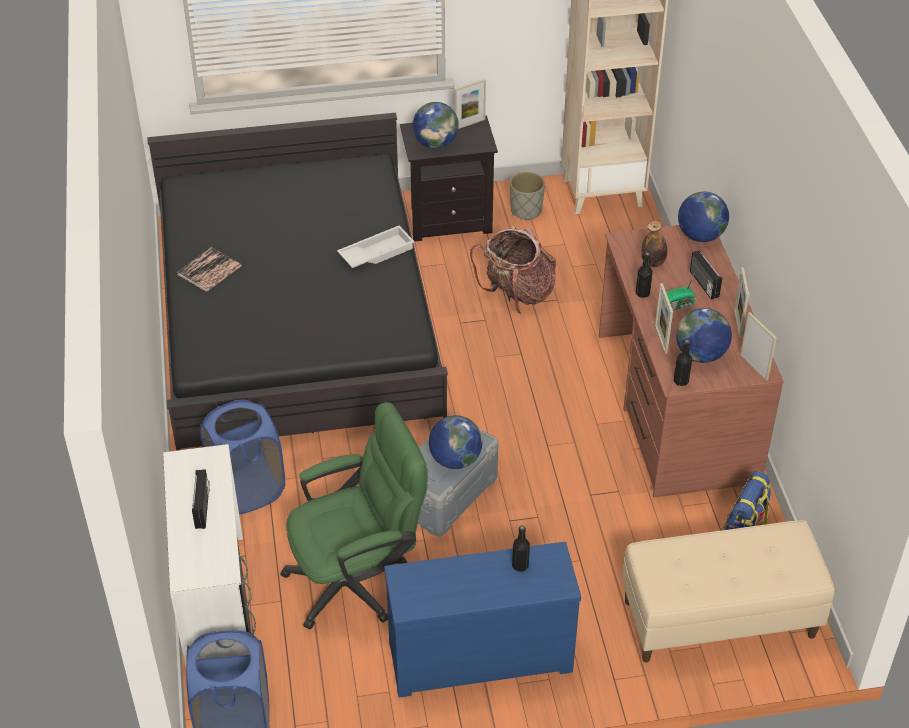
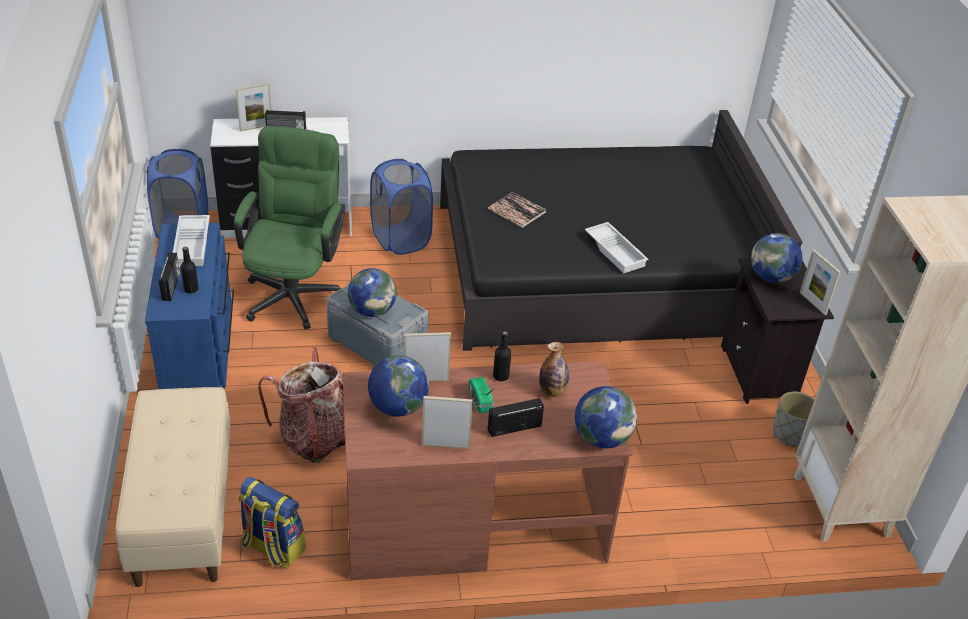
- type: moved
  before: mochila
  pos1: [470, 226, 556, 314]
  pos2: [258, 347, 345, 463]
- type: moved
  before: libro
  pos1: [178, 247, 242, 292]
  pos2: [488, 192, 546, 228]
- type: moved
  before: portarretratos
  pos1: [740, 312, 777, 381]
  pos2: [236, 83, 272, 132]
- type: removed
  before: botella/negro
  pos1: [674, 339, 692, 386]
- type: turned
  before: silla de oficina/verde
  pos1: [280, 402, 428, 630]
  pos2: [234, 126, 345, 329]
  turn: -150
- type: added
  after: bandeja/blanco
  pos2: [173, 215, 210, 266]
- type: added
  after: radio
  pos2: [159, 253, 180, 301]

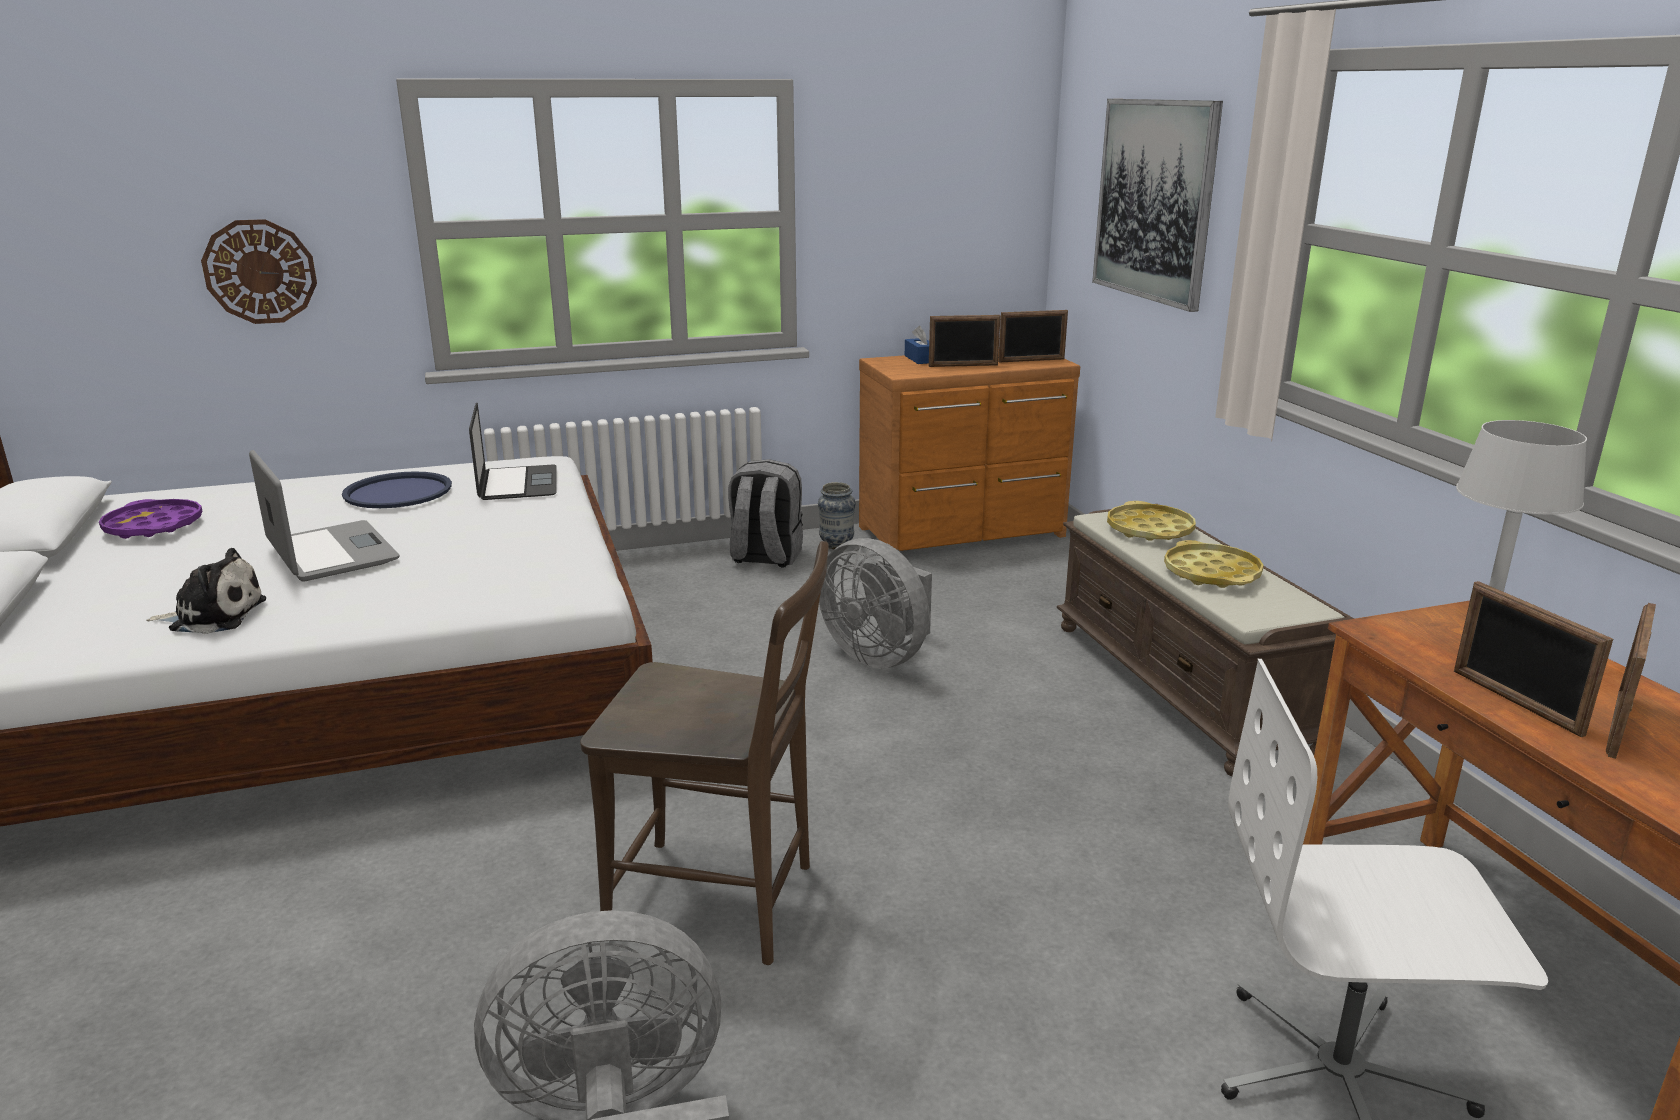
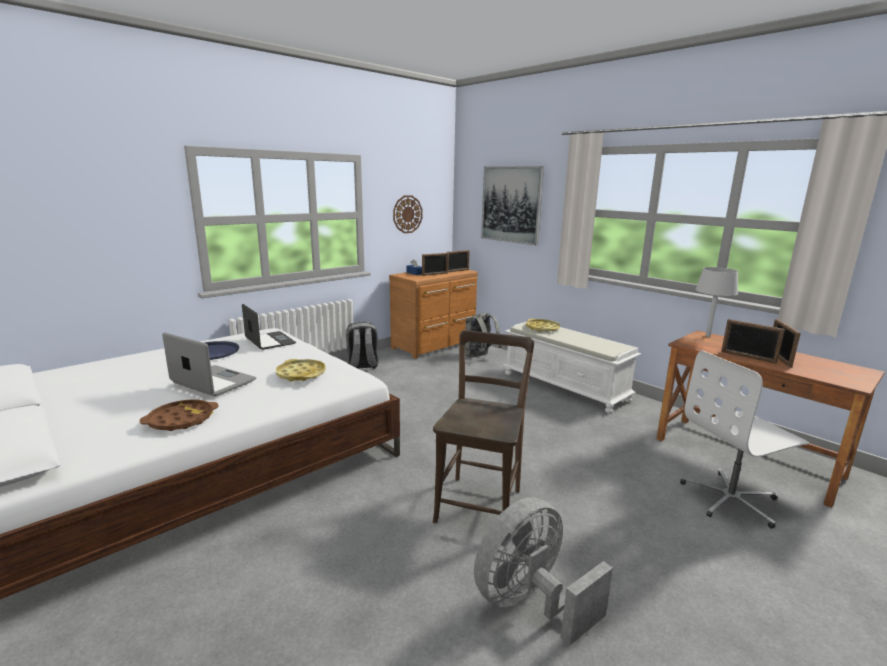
- type: moved
  before: reloj de pared
  pos1: [201, 219, 317, 324]
  pos2: [393, 195, 422, 233]
- type: removed
  before: florero
  pos1: [818, 482, 856, 549]
- type: removed
  before: bandeja/morado
  pos1: [99, 499, 202, 539]
- type: recoloured
  before: banco/marrón
  after: banco/blanco
  pos1: [1057, 504, 1354, 776]
  pos2: [503, 322, 641, 414]
- type: removed
  before: ventilador/gris
  pos1: [819, 538, 932, 669]
- type: moved
  before: bandeja/amarillo
  pos1: [1164, 540, 1264, 588]
  pos2: [276, 359, 326, 382]
- type: turned
  before: silla/marrón
  pos1: [580, 541, 829, 965]
  pos2: [433, 330, 534, 523]
  turn: -60
- type: replaced
  before: peluche
  after: bandeja/marrón
  pos1: [147, 548, 266, 634]
  pos2: [140, 399, 219, 431]
- type: added
  after: mochila/gris
  pos2: [465, 313, 502, 358]

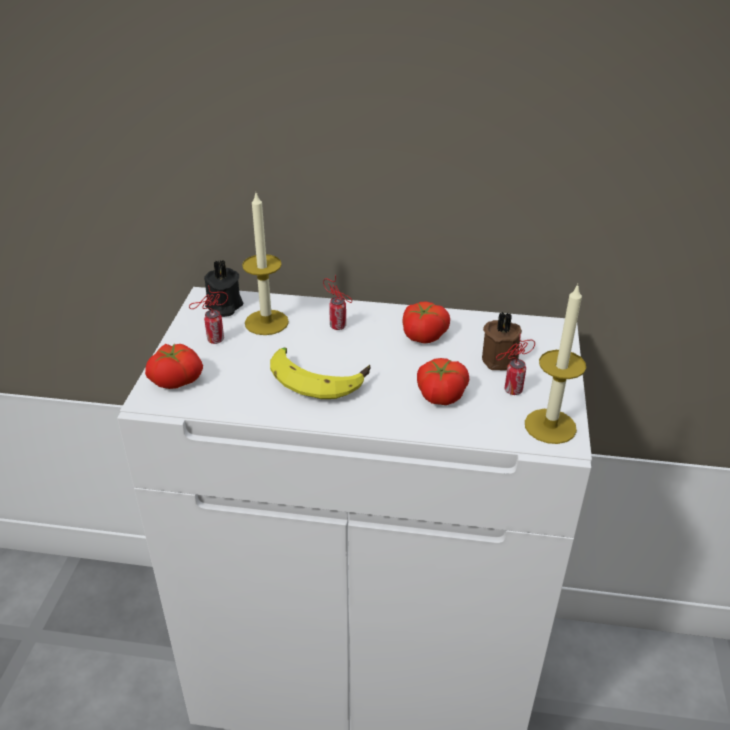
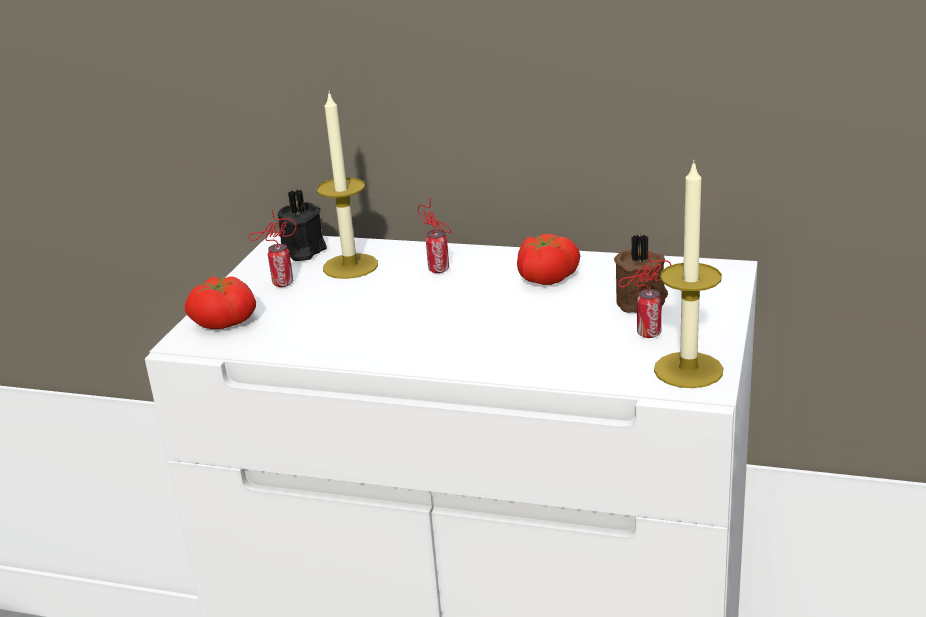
- type: removed
  before: plátano
  pos1: [270, 347, 371, 399]
- type: removed
  before: tomate
  pos1: [417, 358, 469, 405]

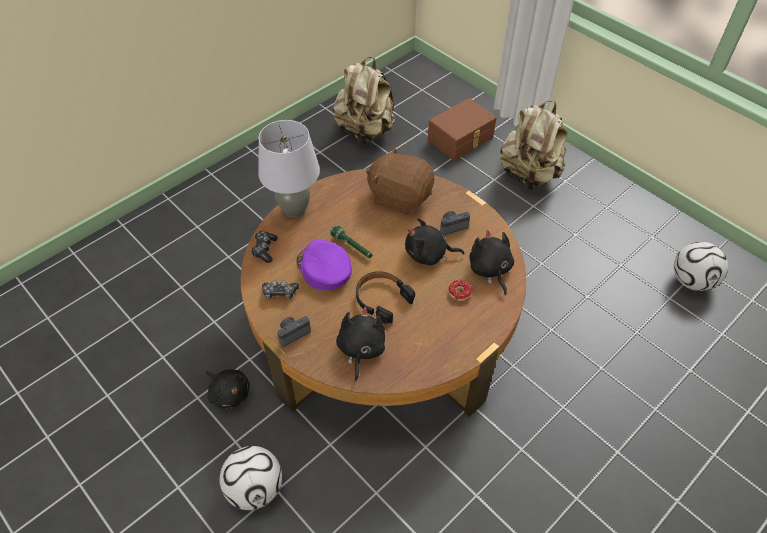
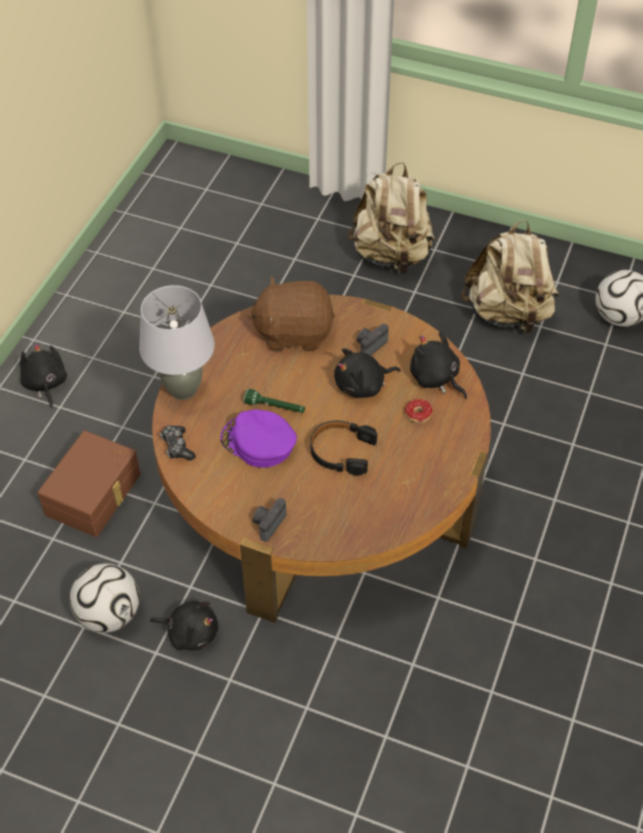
- type: moved
  before: mochila/beis
  pos1: [333, 57, 395, 144]
  pos2: [461, 220, 559, 336]
- type: moved
  before: caja de almacenaje/marrón
  pos1: [428, 98, 496, 161]
  pos2: [38, 431, 140, 537]
- type: removed
  before: mando de consola
  pos1: [262, 281, 299, 300]
- type: moved
  before: peluche/negro
  pos1: [336, 307, 385, 381]
  pos2: [20, 343, 67, 408]
- type: moved
  before: balón de fútbol
  pos1: [220, 446, 282, 510]
  pos2: [70, 563, 139, 633]

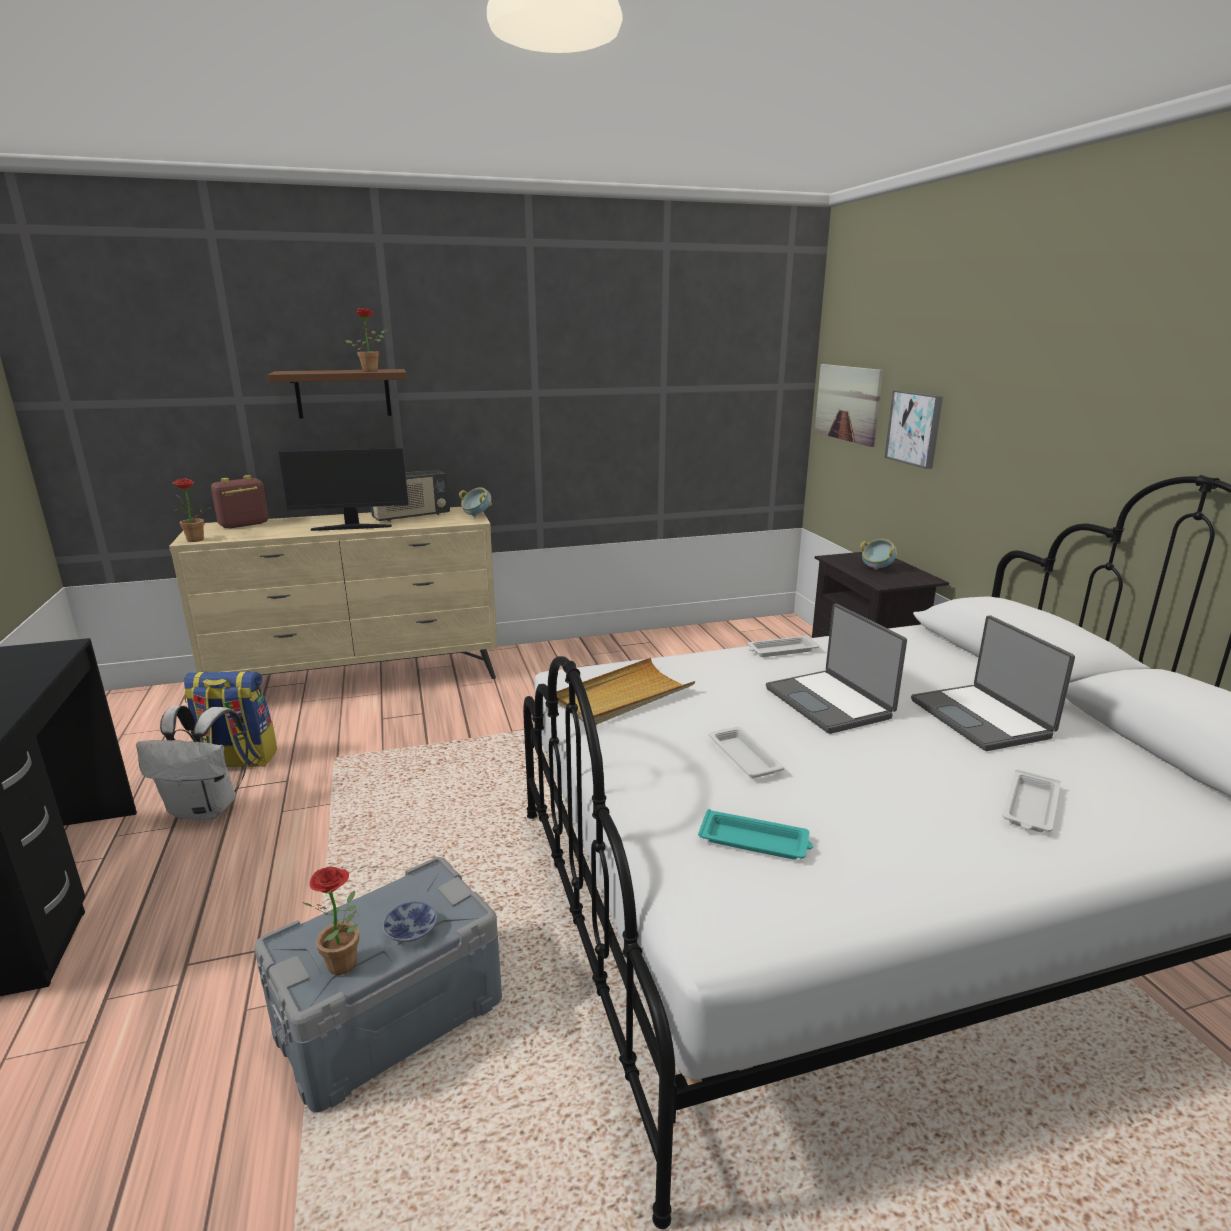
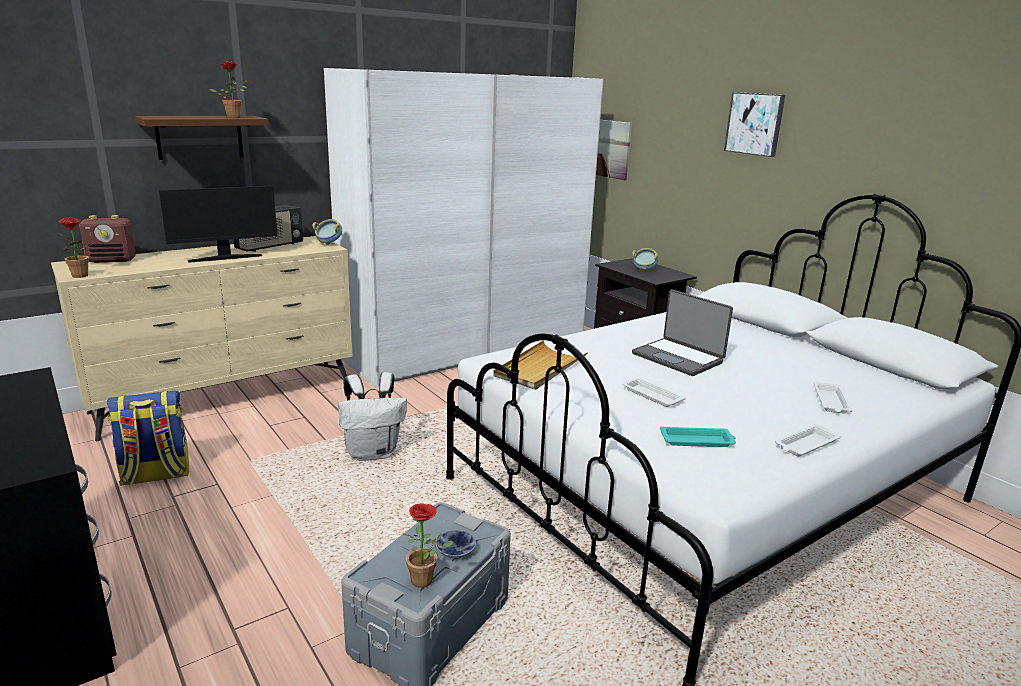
- type: moved
  before: cuadro
  pos1: [885, 390, 943, 469]
  pos2: [724, 92, 785, 157]
- type: turned
  before: radio
  pos1: [211, 475, 268, 529]
  pos2: [80, 215, 136, 263]
  turn: -135
- type: removed
  before: portátil
  pos1: [911, 615, 1075, 751]
- type: moved
  before: bandeja/blanco
  pos1: [747, 635, 820, 657]
  pos2: [775, 424, 841, 456]
- type: moved
  before: mochila/blanco
  pos1: [136, 706, 248, 820]
  pos2: [338, 372, 407, 461]
- type: added
  after: armario ropero/blanco
  pos2: [324, 68, 604, 387]

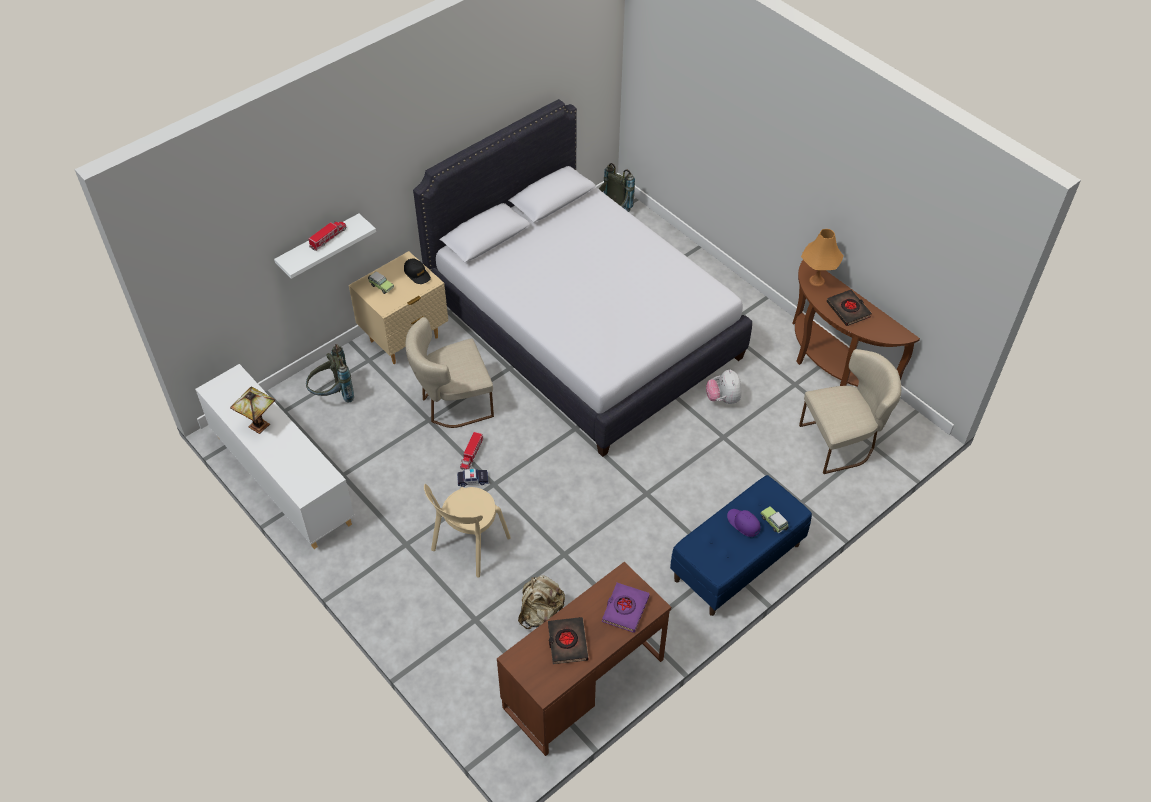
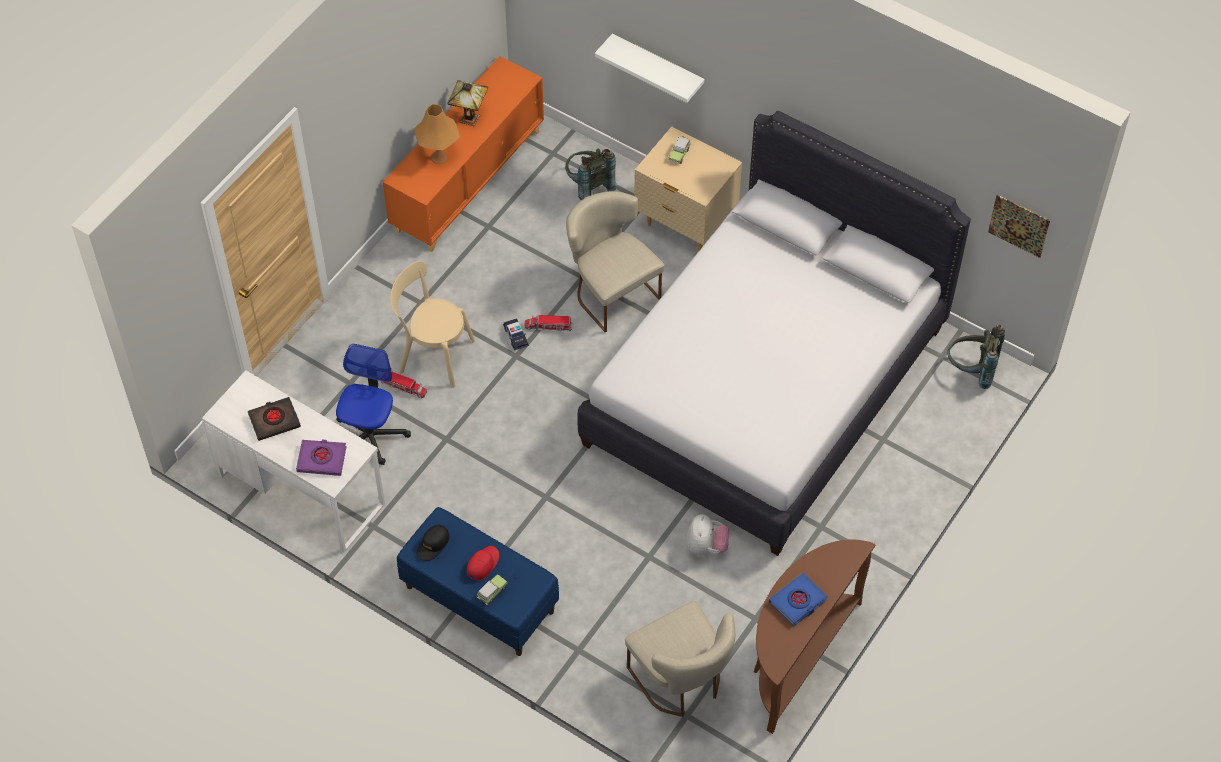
- type: moved
  before: camión de juguete
  pos1: [309, 221, 347, 251]
  pos2: [381, 371, 427, 398]
- type: moved
  before: lámpara de mesa/naranja
  pos1: [801, 229, 844, 286]
  pos2: [414, 104, 460, 164]
- type: moved
  before: gorra/negro
  pos1: [404, 258, 431, 284]
  pos2: [416, 525, 449, 561]
- type: recoloured
  before: libro/negro
  after: libro/azul
  pos1: [827, 290, 872, 326]
  pos2: [769, 573, 828, 626]
- type: recoloured
  before: armario/blanco
  after: armario/naranja
  pos1: [195, 364, 354, 549]
  pos2: [383, 56, 544, 252]
- type: turned
  before: peluche
  pos1: [706, 369, 742, 404]
  pos2: [686, 514, 729, 556]
  turn: 120
- type: recoloured
  before: gorra/morado
  after: gorra/rojo
  pos1: [727, 509, 760, 537]
  pos2: [467, 546, 499, 581]
- type: recoloured
  before: escritorio/marrón
  after: escritorio/blanco
  pos1: [497, 562, 671, 756]
  pos2: [202, 370, 385, 553]
- type: replaced
  before: mochila/beis
  after: silla de oficina
  pos1: [518, 575, 565, 629]
  pos2: [336, 344, 411, 465]
- type: added
  after: cuadro
  pos2: [988, 195, 1050, 258]

